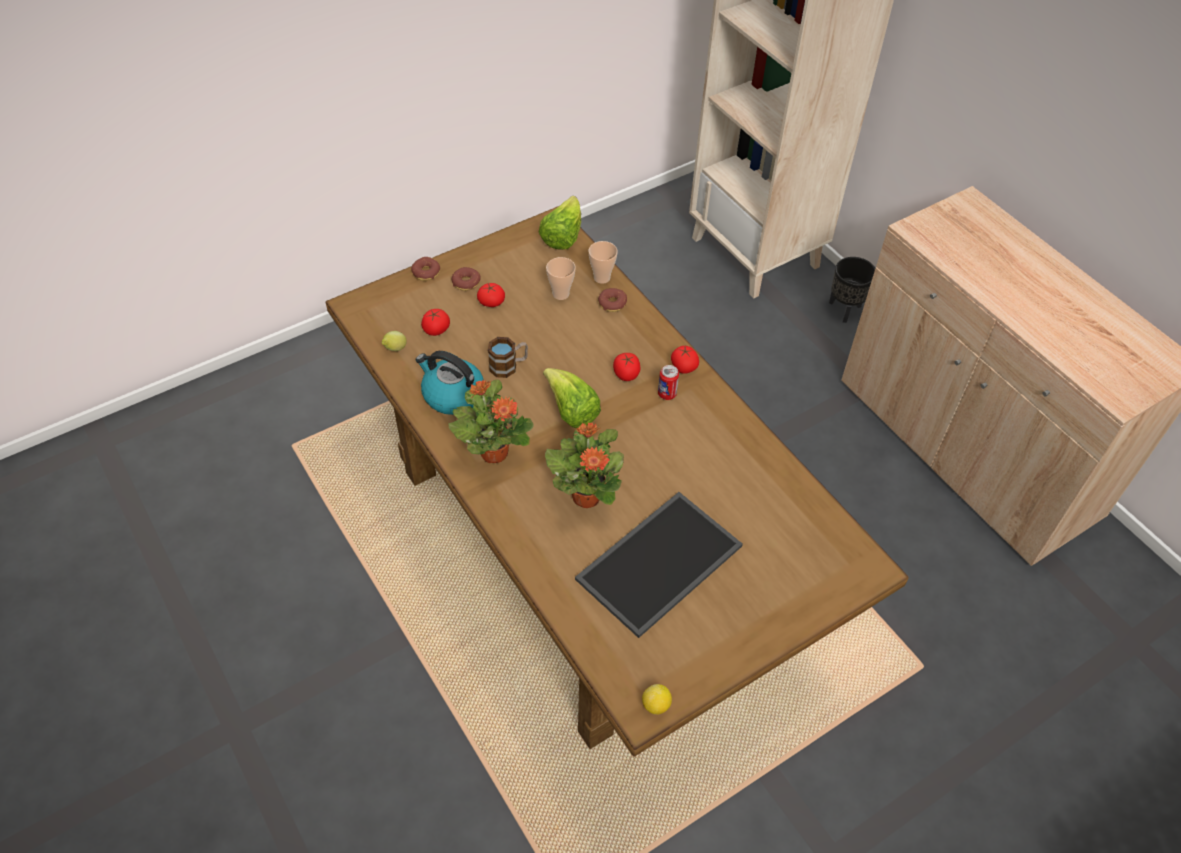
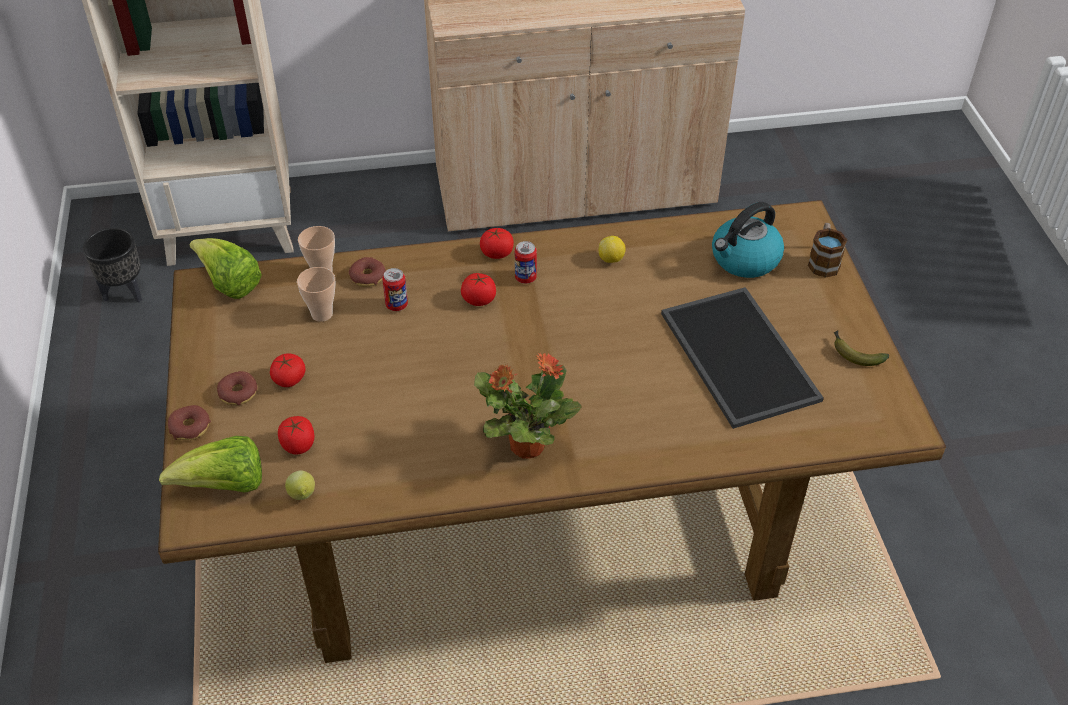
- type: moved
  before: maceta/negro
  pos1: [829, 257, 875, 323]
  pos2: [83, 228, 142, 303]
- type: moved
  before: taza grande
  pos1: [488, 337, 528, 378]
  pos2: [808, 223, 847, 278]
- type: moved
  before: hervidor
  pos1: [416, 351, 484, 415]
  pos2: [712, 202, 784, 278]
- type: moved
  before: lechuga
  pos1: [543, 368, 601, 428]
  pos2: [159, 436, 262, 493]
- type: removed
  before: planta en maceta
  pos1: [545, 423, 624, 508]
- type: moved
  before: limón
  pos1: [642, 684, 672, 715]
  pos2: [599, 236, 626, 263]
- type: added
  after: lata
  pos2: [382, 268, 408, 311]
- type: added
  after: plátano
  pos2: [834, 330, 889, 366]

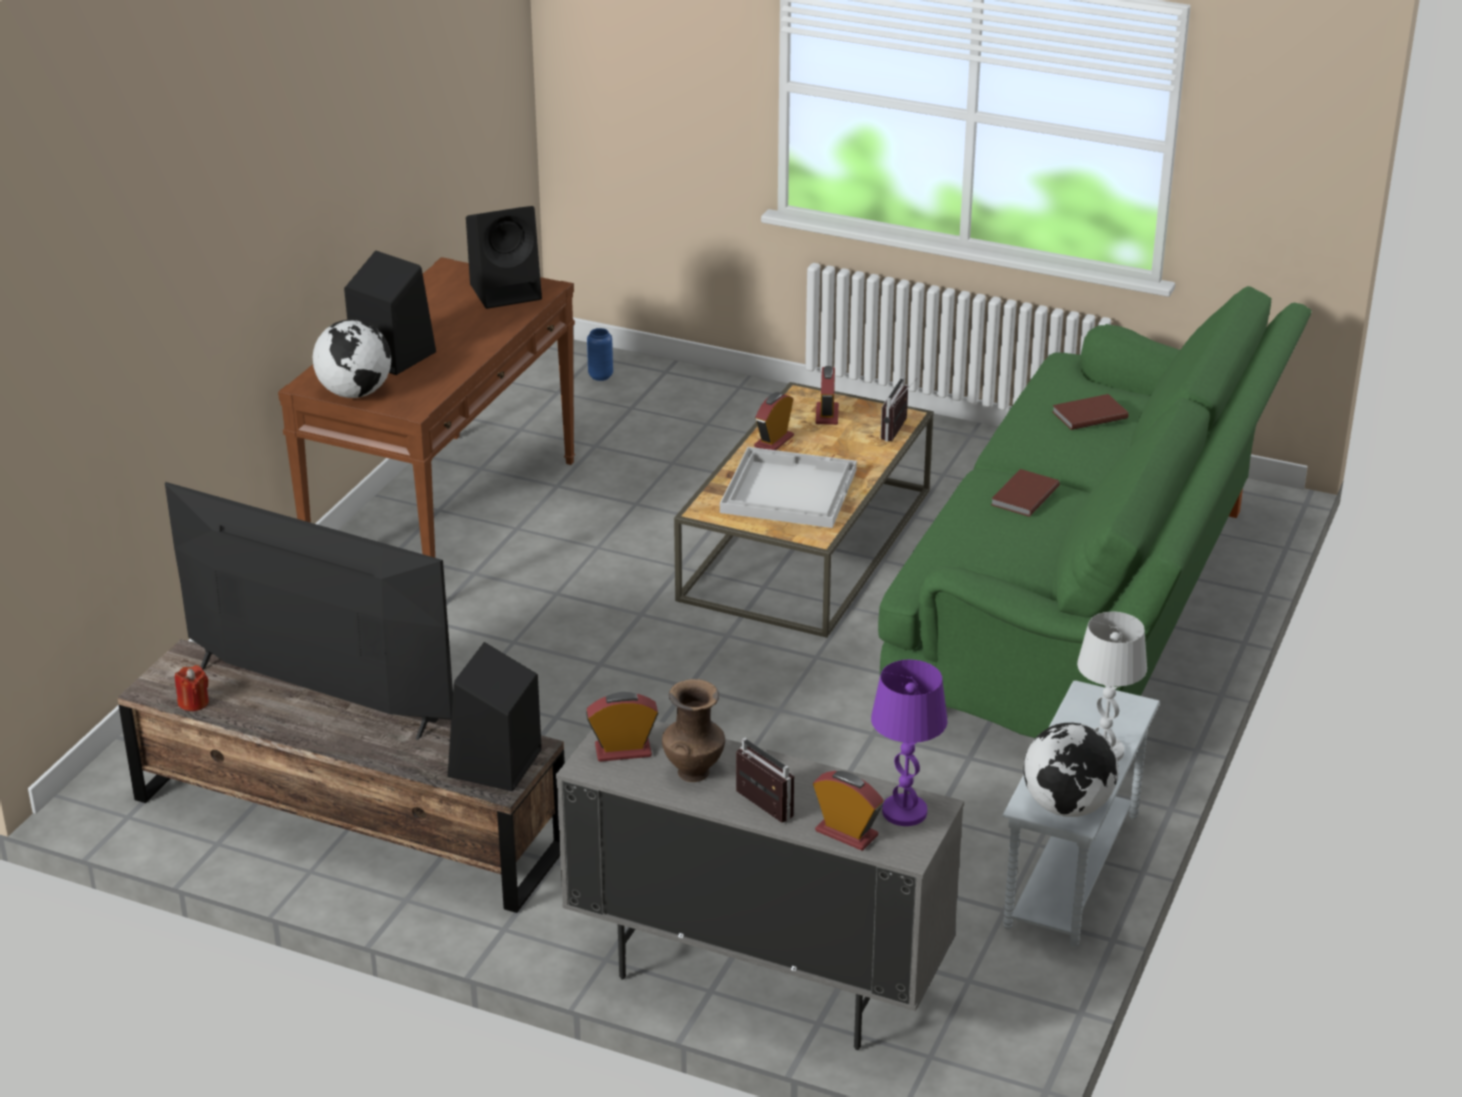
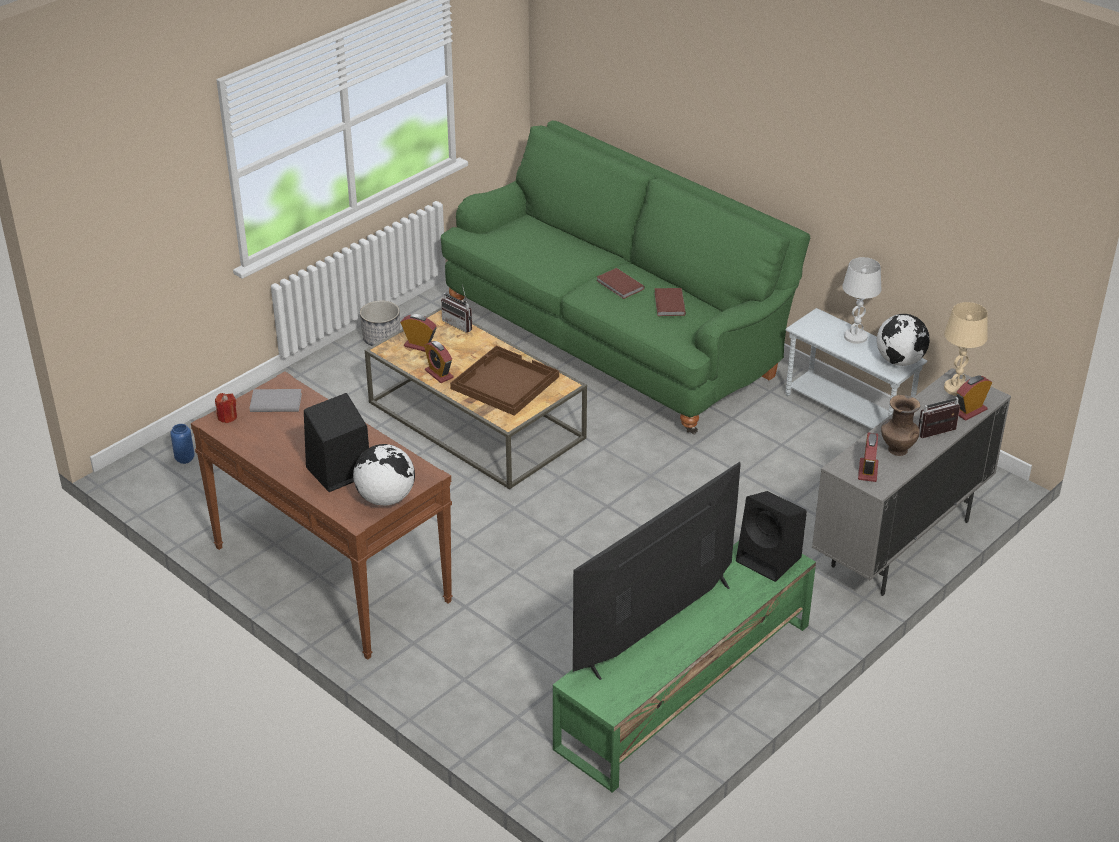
- type: replaced
  before: altavoz/negro
  after: libro/gris
  pos1: [466, 206, 542, 309]
  pos2: [250, 389, 302, 412]
- type: moved
  before: libro/marrón
  pos1: [1052, 394, 1129, 430]
  pos2: [654, 288, 686, 316]
- type: recoloured
  before: bandeja/blanco
  after: bandeja/marrón
  pos1: [720, 447, 857, 528]
  pos2: [450, 345, 559, 416]
- type: recoloured
  before: mueble de televisión/marrón
  after: mueble de televisión/verde
  pos1: [117, 639, 565, 913]
  pos2: [553, 541, 816, 793]
- type: recoloured
  before: lámpara de mesa/morado
  after: lámpara de mesa/beis
  pos1: [871, 660, 947, 826]
  pos2: [944, 302, 988, 396]
- type: moved
  before: vela/rojo
  pos1: [175, 665, 209, 711]
  pos2: [215, 393, 237, 423]
- type: added
  after: maceta
  pos2: [360, 300, 400, 346]

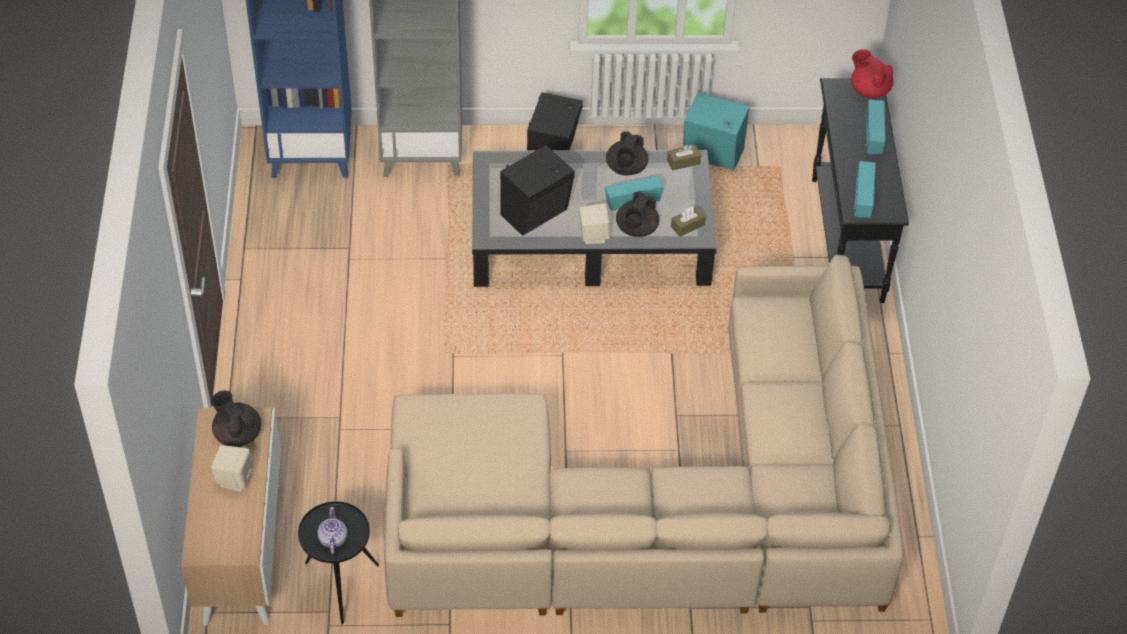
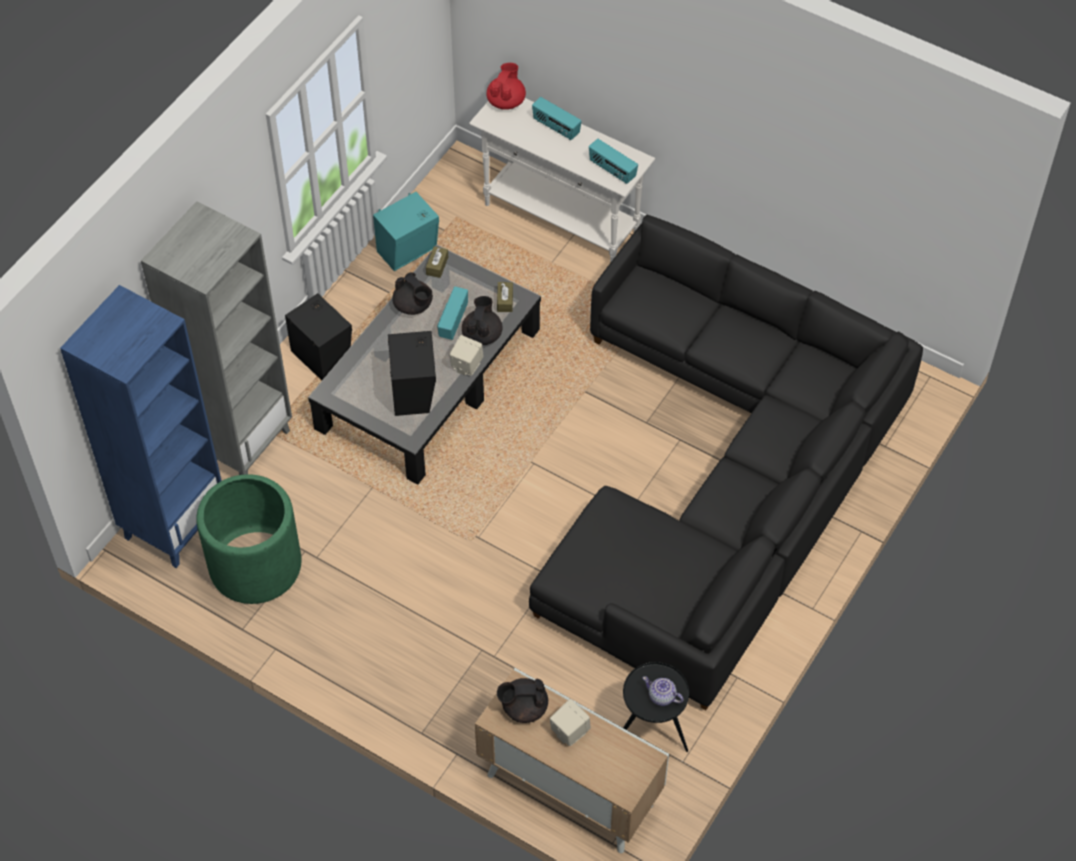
- type: turned
  before: tetera/rojo
  pos1: [851, 49, 894, 98]
  pos2: [486, 63, 526, 110]
  turn: 120
- type: recoloured
  before: mesa consola/negro
  after: mesa consola/blanco
  pos1: [812, 78, 909, 303]
  pos2: [469, 98, 655, 263]
- type: turned
  before: tetera/negro
  pos1: [616, 192, 659, 237]
  pos2: [462, 296, 502, 345]
  turn: -135
- type: recoloured
  before: sofá/beis
  after: sofá/negro
  pos1: [384, 255, 903, 617]
  pos2: [529, 215, 923, 710]
- type: added
  after: maceta/verde
  pos2: [196, 474, 301, 604]

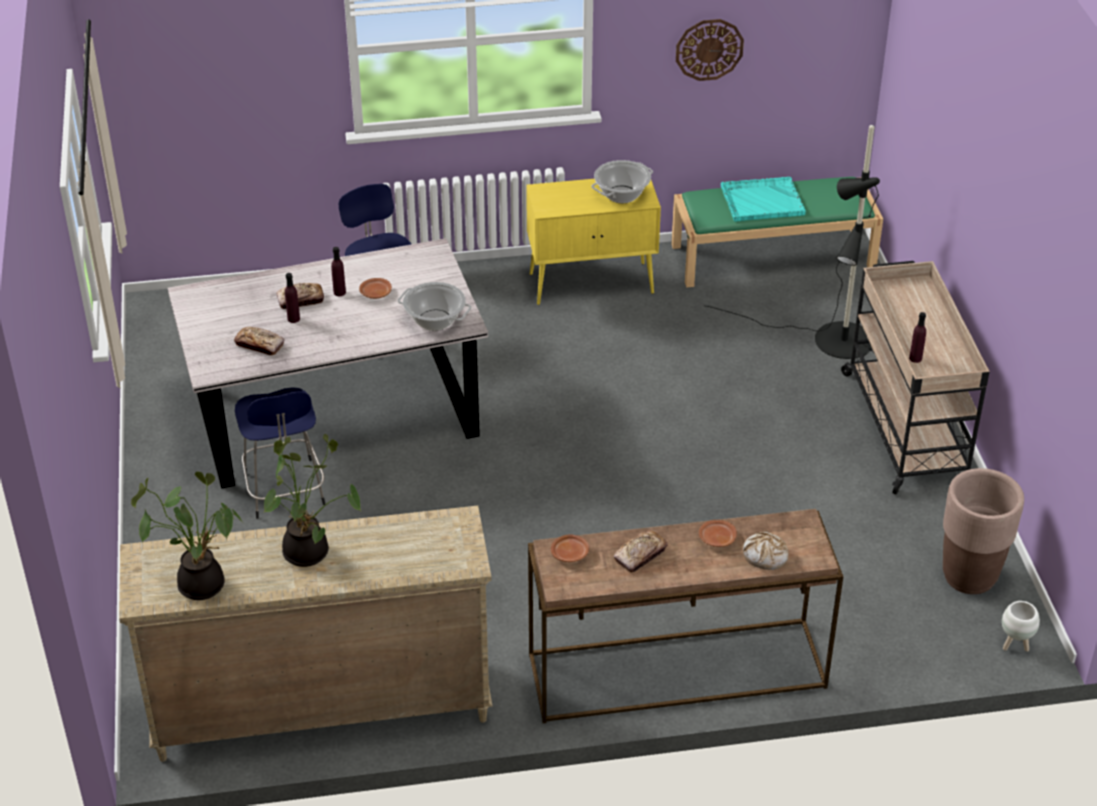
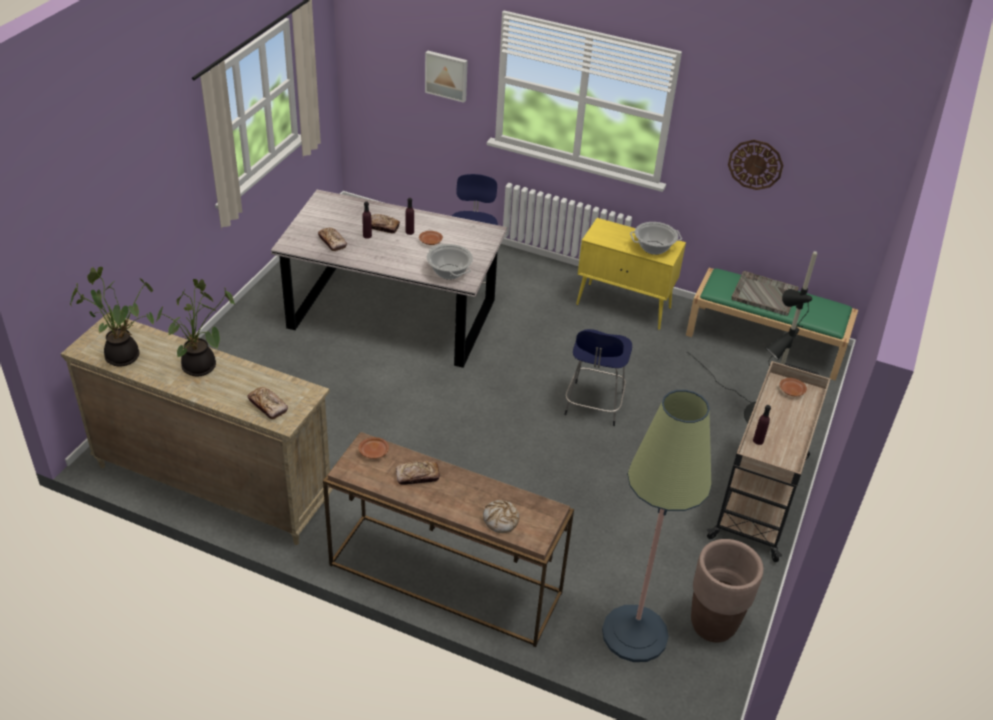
- type: recoloured
  before: bandeja/turquesa
  after: bandeja/gris
  pos1: [721, 177, 806, 222]
  pos2: [732, 271, 799, 316]
- type: moved
  before: taburete/azul
  pos1: [235, 387, 325, 519]
  pos2: [564, 329, 632, 426]
- type: moved
  before: plato/marrón
  pos1: [699, 520, 737, 547]
  pos2: [779, 378, 807, 396]
- type: removed
  before: maceta/blanco
  pos1: [1002, 601, 1040, 652]
- type: added
  after: cuadro
  pos2: [425, 51, 468, 103]
- type: added
  after: pan
  pos2: [247, 387, 288, 419]
- type: added
  after: lámpara de pie
  pos2: [602, 390, 712, 662]

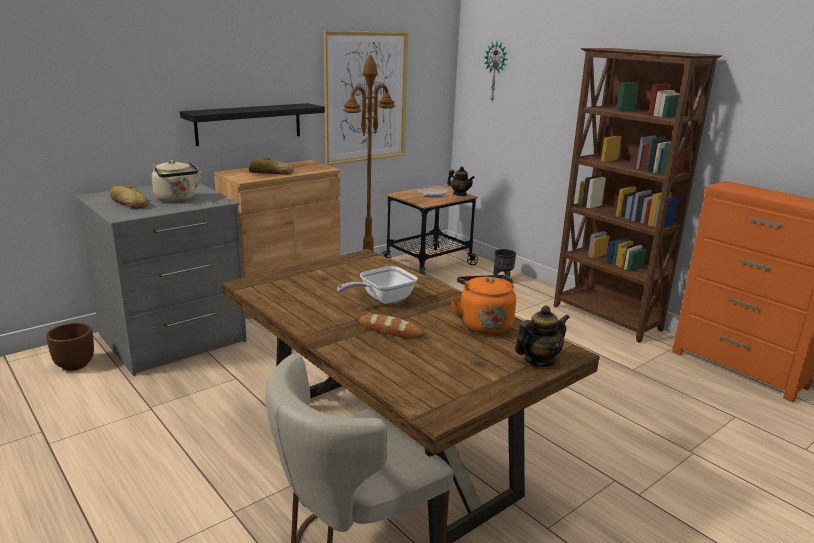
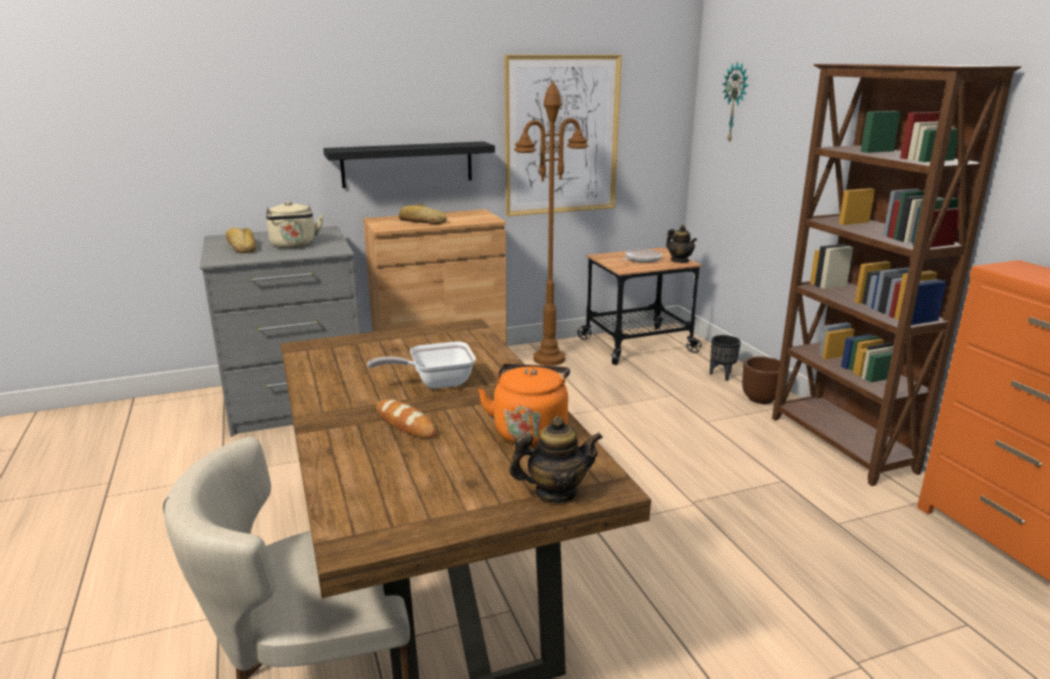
- type: moved
  before: maceta/marrón
  pos1: [46, 323, 94, 371]
  pos2: [742, 356, 780, 404]

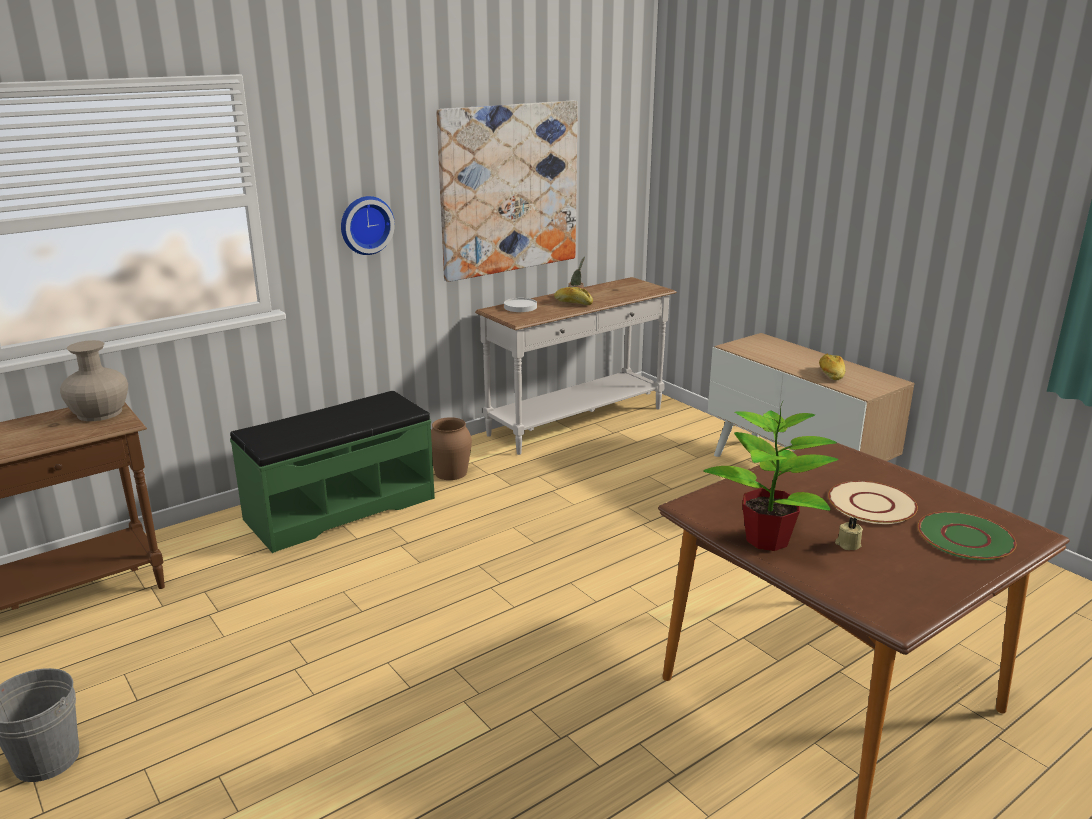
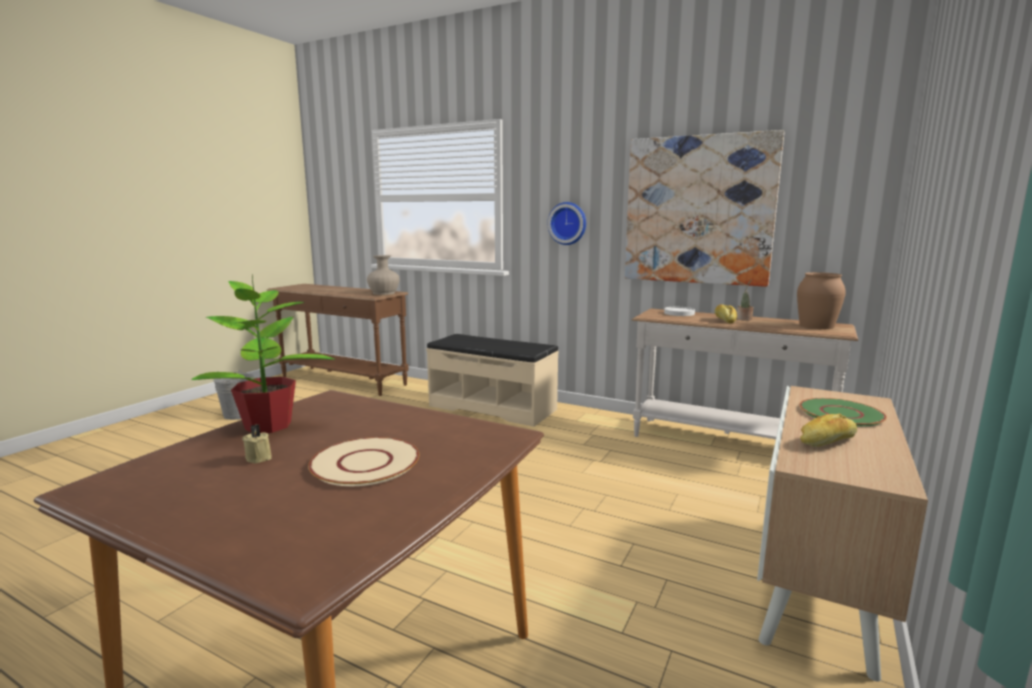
- type: recoloured
  before: banco/verde
  after: banco/beis
  pos1: [230, 391, 435, 553]
  pos2: [426, 334, 559, 427]
- type: moved
  before: florero/marrón
  pos1: [431, 417, 472, 480]
  pos2: [797, 272, 846, 329]
- type: moved
  before: plato/verde
  pos1: [918, 511, 1016, 560]
  pos2: [800, 398, 887, 427]

